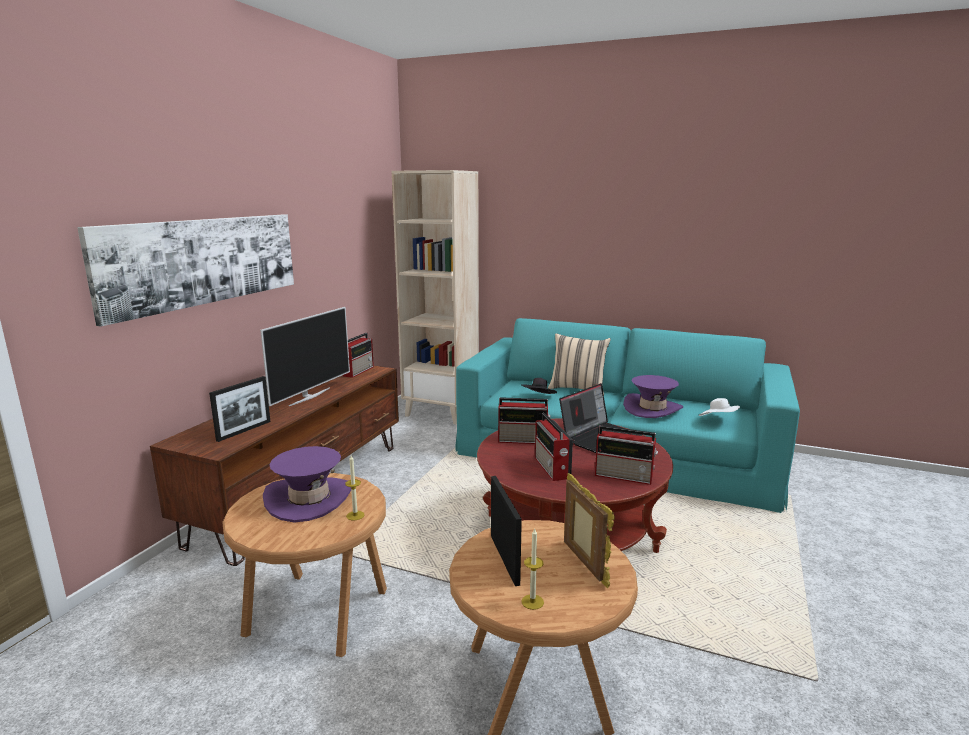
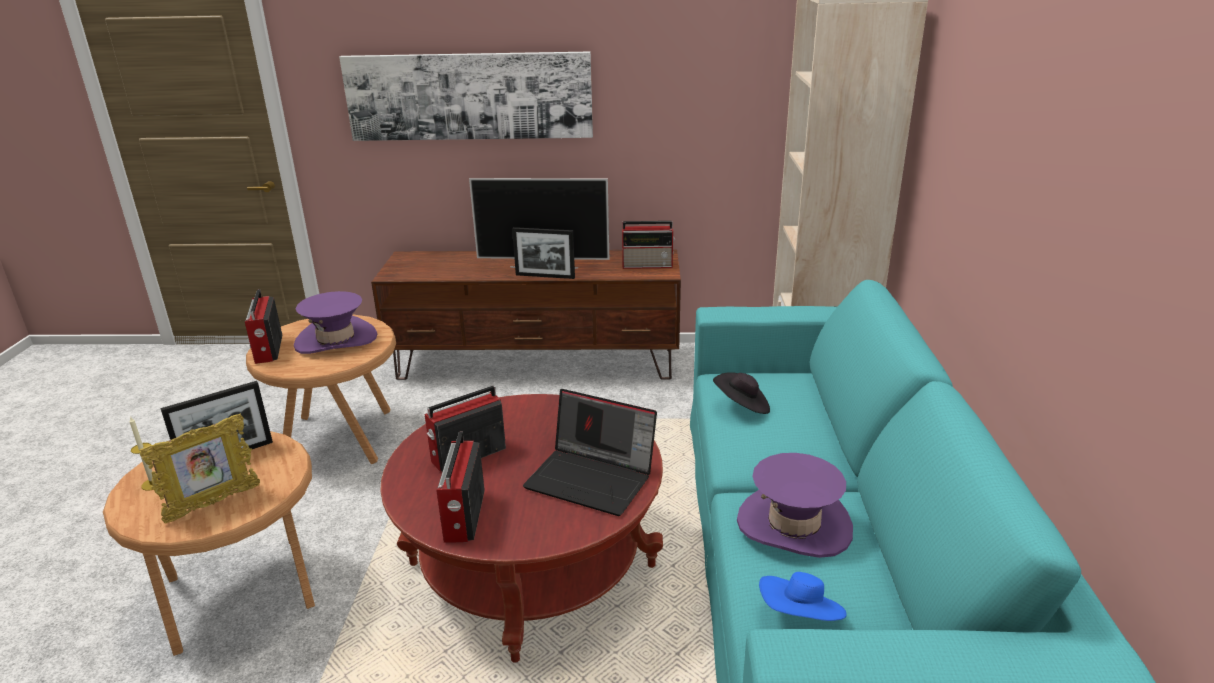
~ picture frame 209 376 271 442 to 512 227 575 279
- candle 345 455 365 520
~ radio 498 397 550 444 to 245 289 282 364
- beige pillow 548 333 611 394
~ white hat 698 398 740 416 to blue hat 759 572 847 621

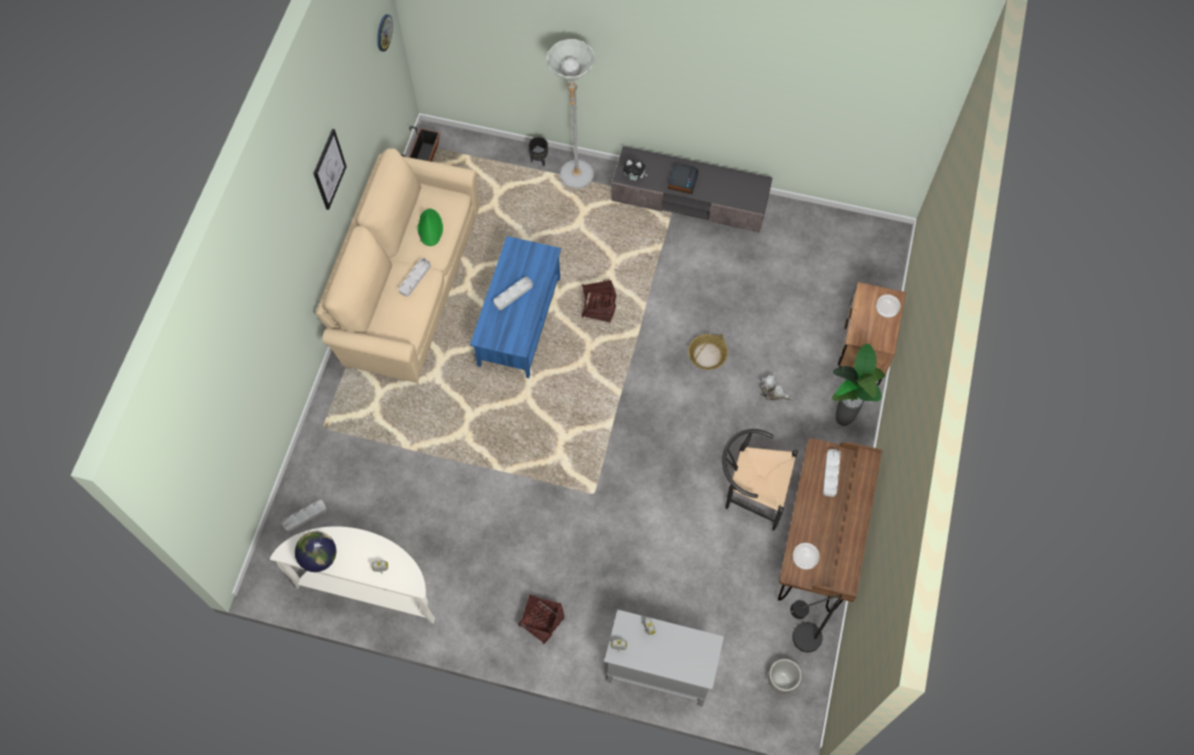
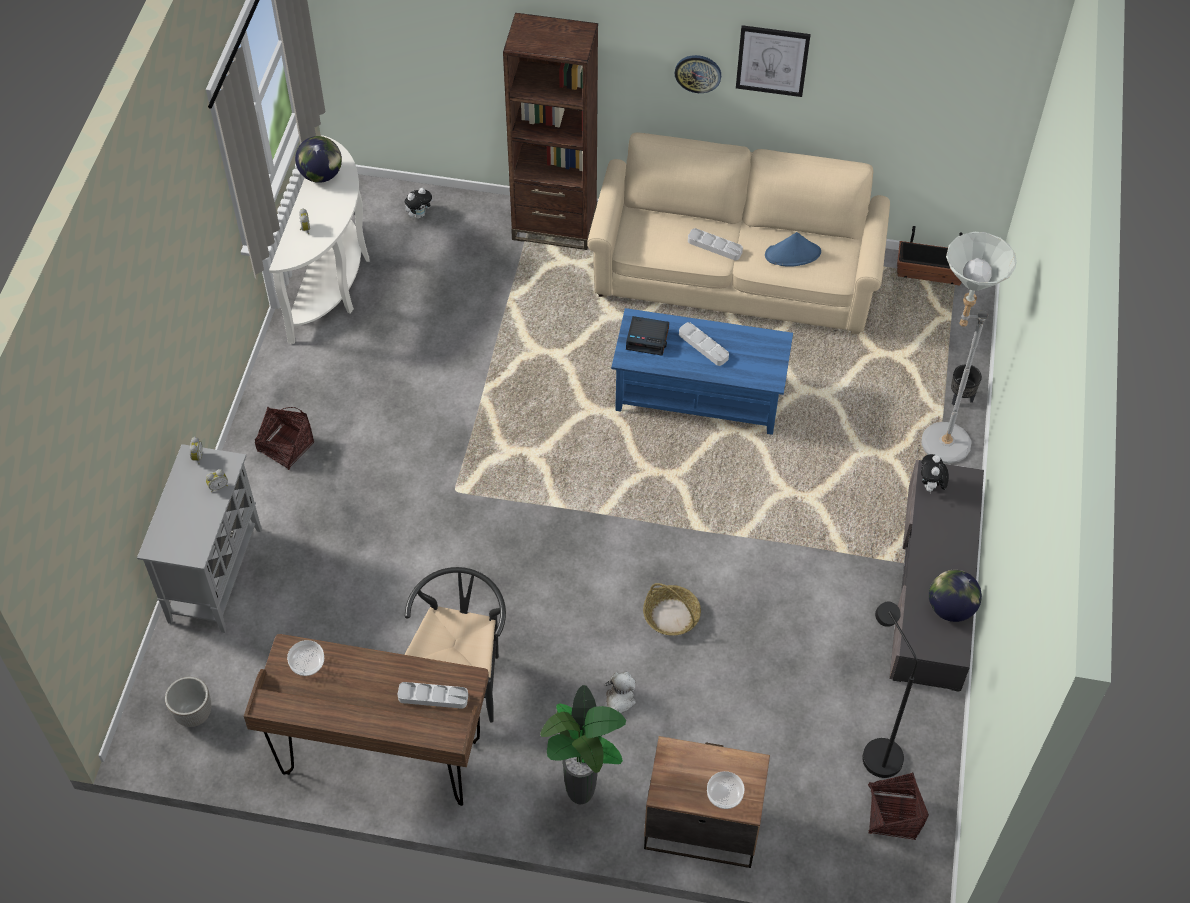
~ grey tray 282 500 327 532 to plush toy 405 188 434 219
~ wall clock 377 14 393 52 to 675 55 721 93
~ green hat 417 209 443 246 to blue hat 765 232 821 267
~ basket 581 279 617 322 to 868 772 929 840
~ alarm clock 668 163 698 194 to 626 316 669 356
~ black floor lamp 790 594 842 652 to 862 602 918 778
+ brown bookcase 503 13 598 250
+ globe 929 570 982 622

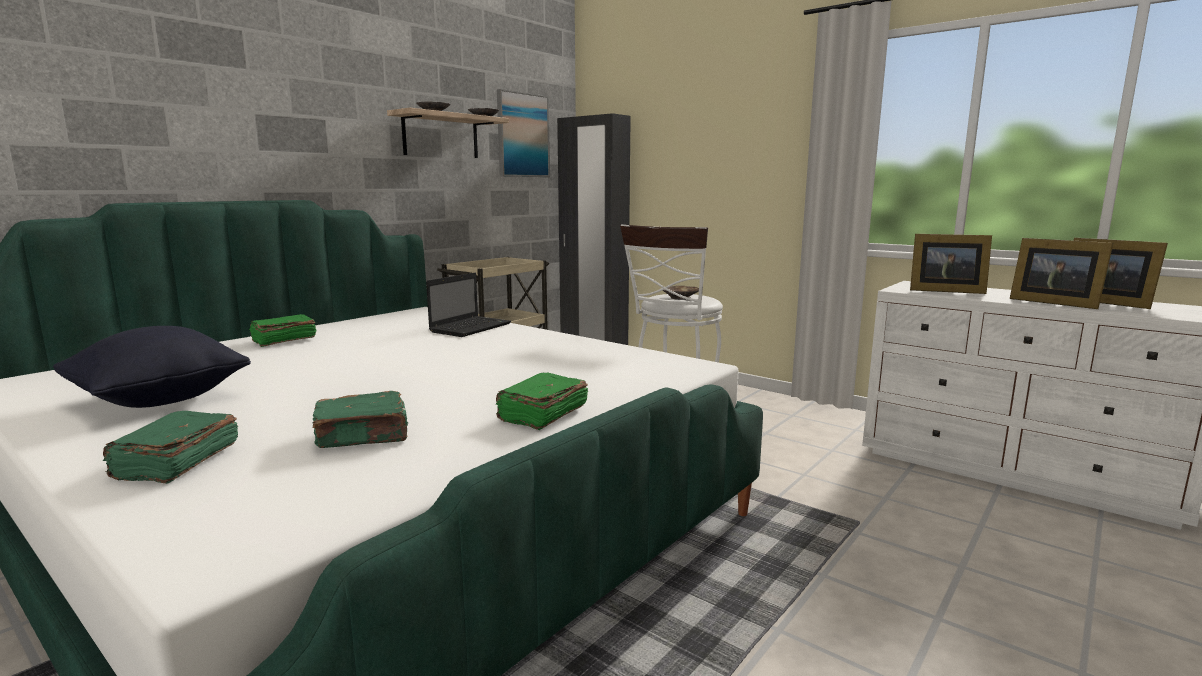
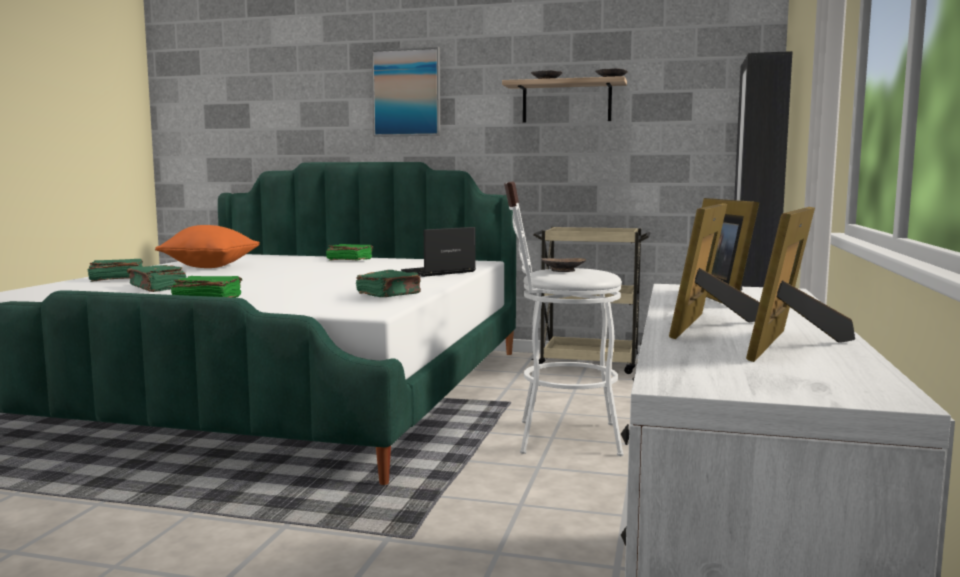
~ black pillow 53 326 251 408 to orange pillow 155 225 260 268
~ laptop 426 273 511 337 = 401 227 476 277 135 degrees clockwise
~ picture 497 89 550 177 to 372 47 440 137
+ green book 356 270 421 297

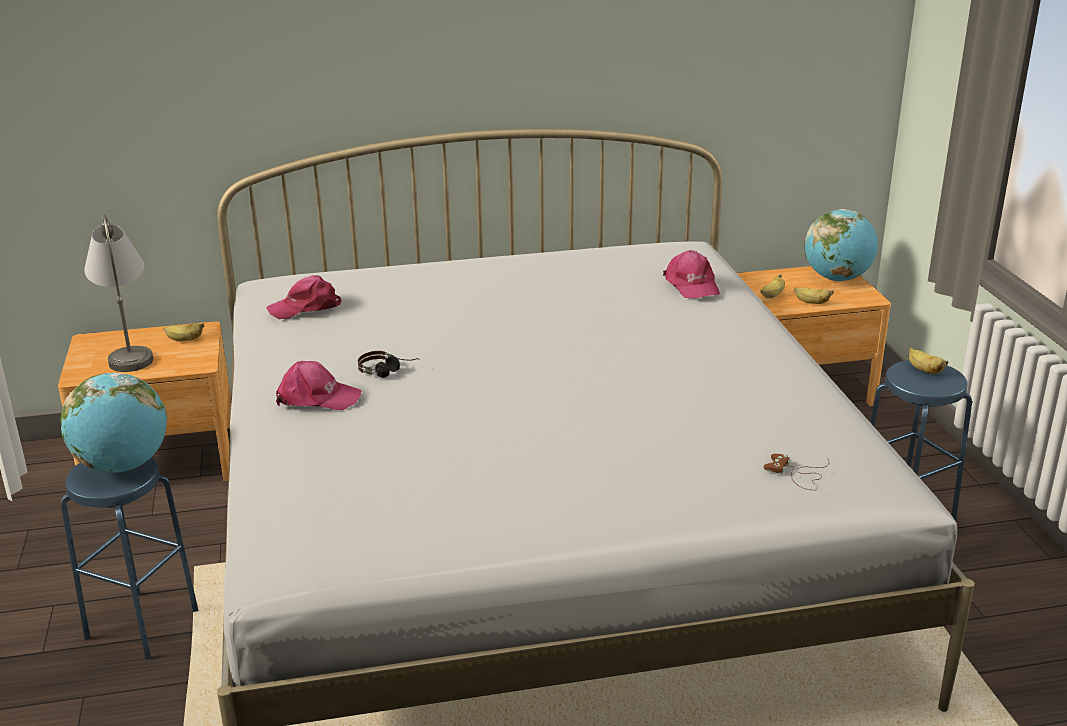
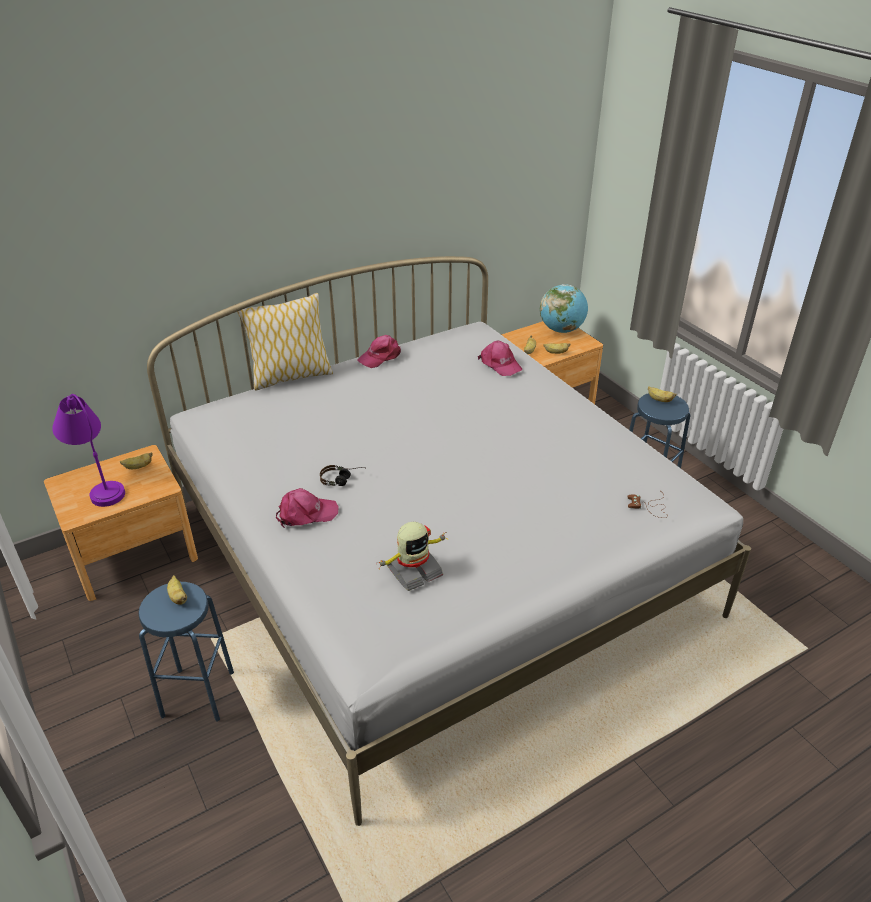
~ globe 61 372 167 473 to banana 167 575 187 605
~ grey table lamp 84 215 153 372 to purple table lamp 52 394 125 507
~ pink cap 266 275 341 319 to 357 335 401 368
+ pillow 237 293 333 390
+ toy robot 376 522 447 591

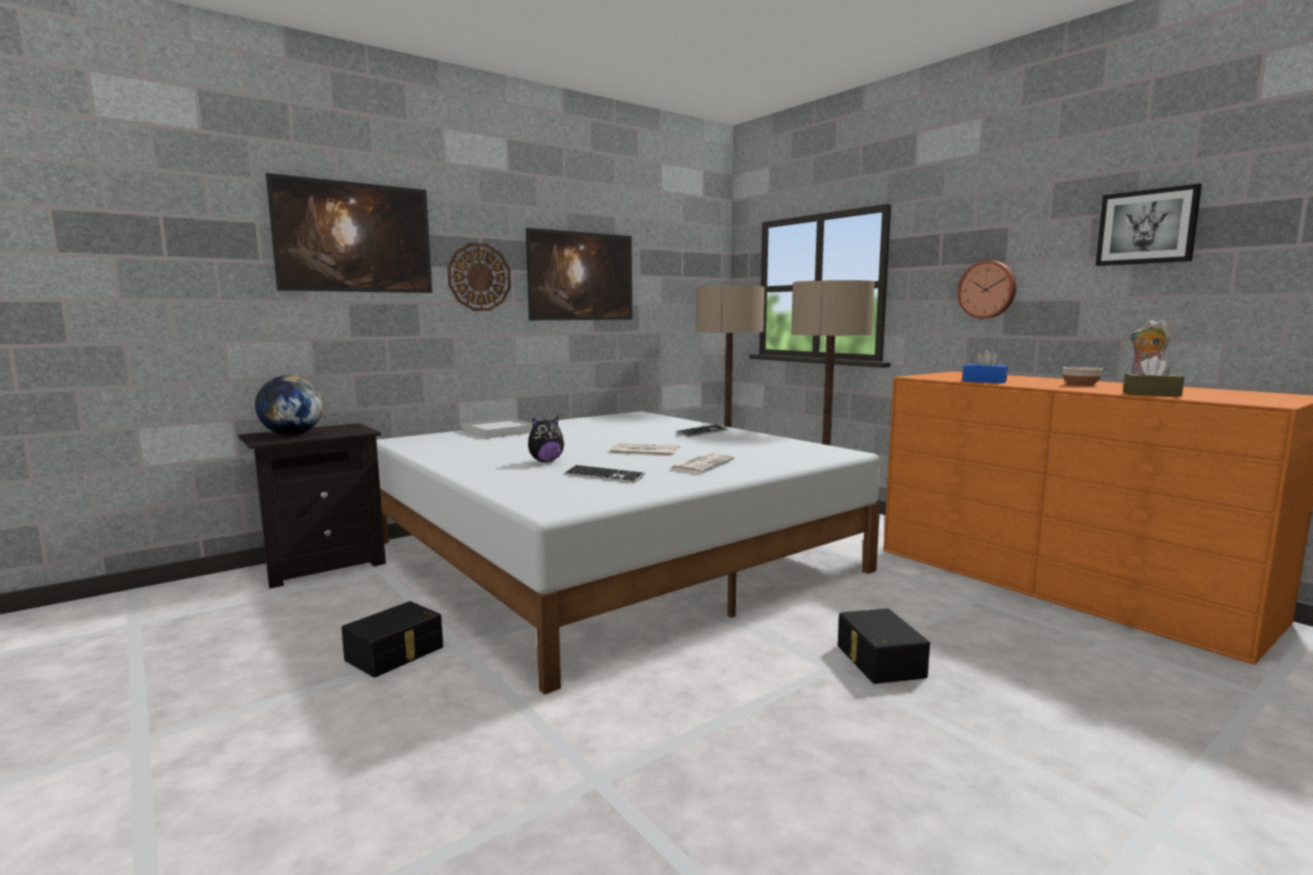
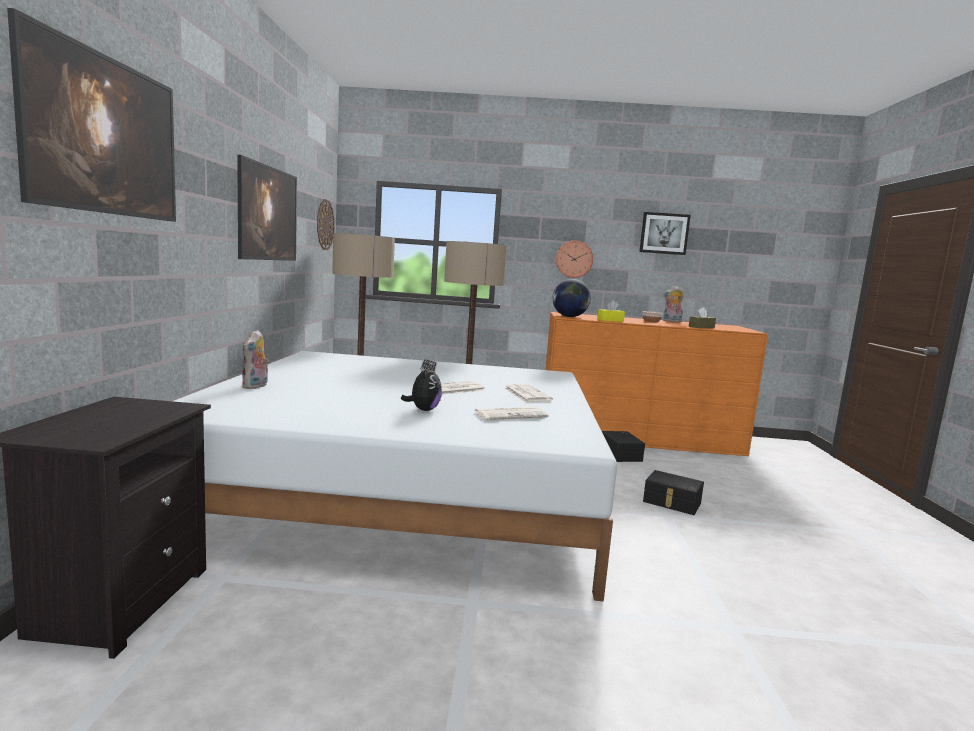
~ globe 255 375 323 435 to 552 279 591 317
~ black storage box 341 601 443 678 to 602 431 645 462
~ wall clock 447 243 511 311 to 317 199 335 250
~ white tray 462 418 533 439 to plush toy 242 330 269 389
~ keyboard 564 465 645 483 to newspaper 474 407 549 420
~ blue tissue box 963 349 1008 383 to yellow tissue box 597 301 625 322

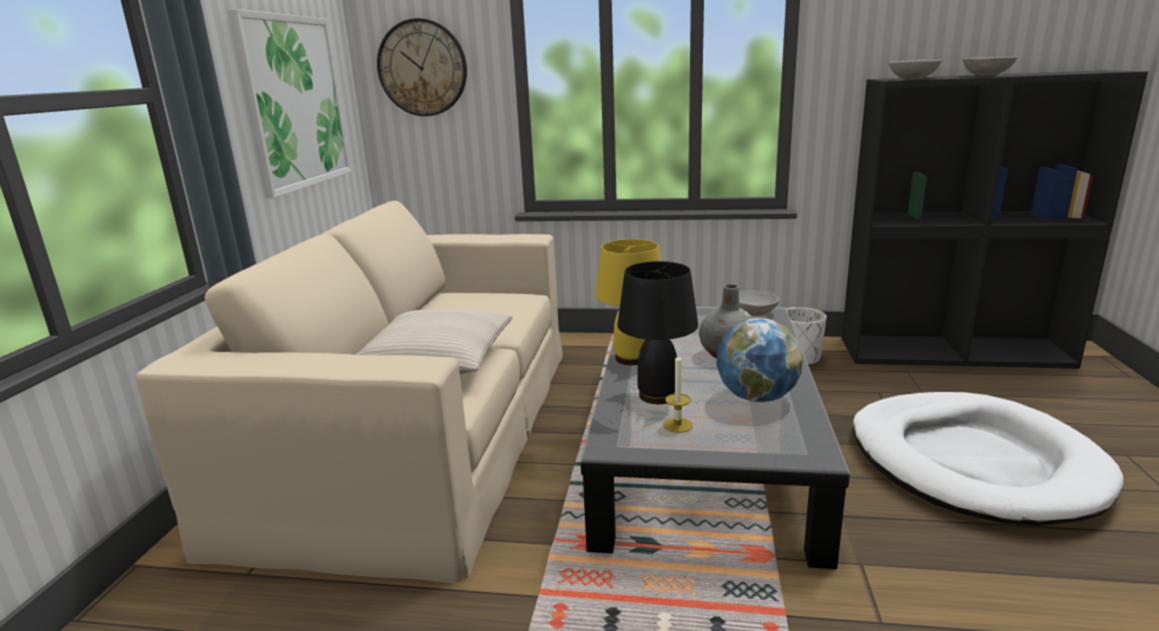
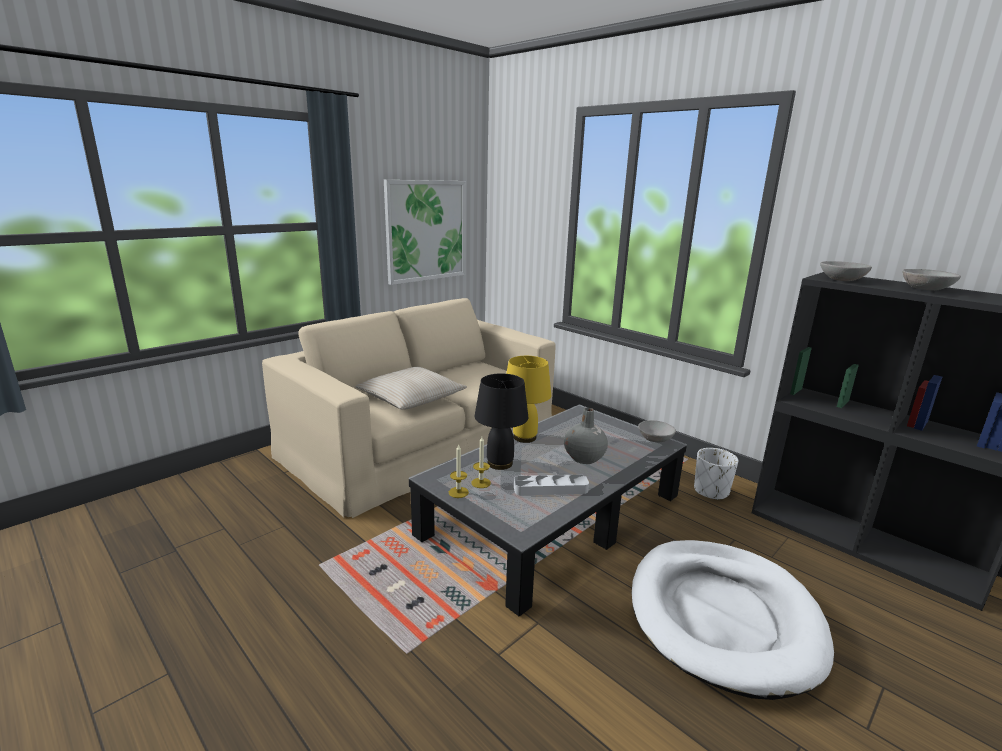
- wall clock 377 18 467 116
~ globe 717 318 803 402 to grey tray 514 475 589 495
+ candle 449 445 469 498

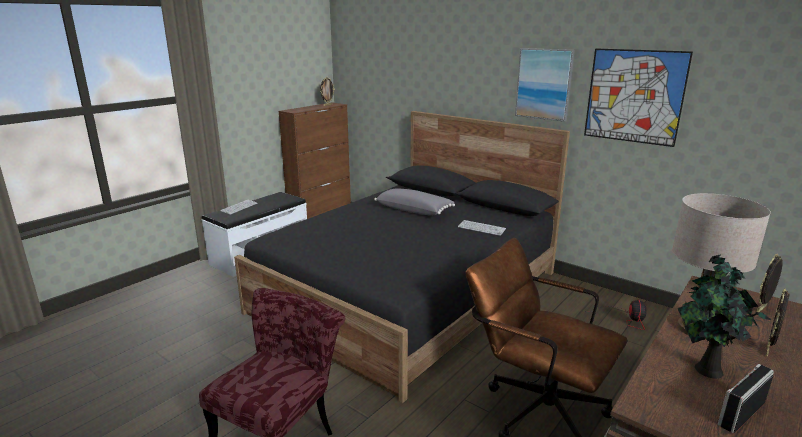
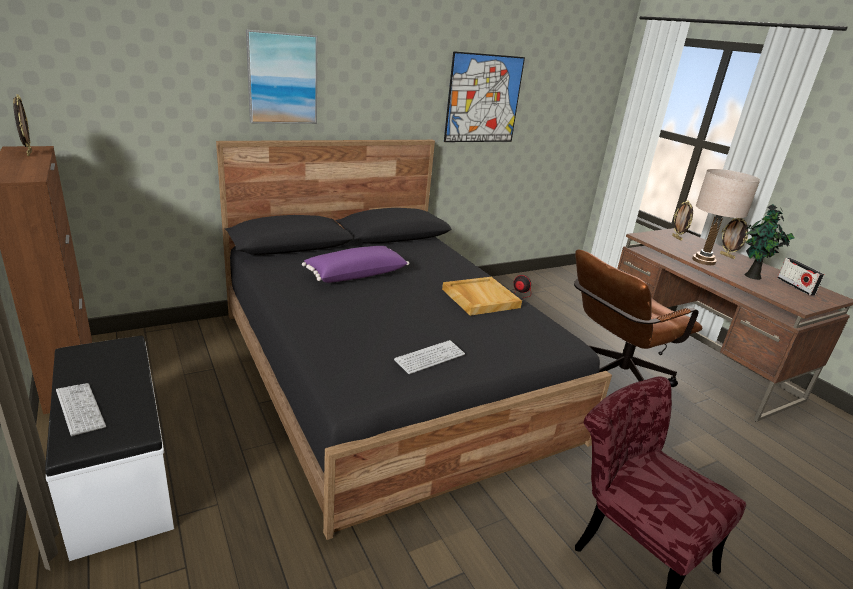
~ grey pillow 374 189 455 216 to purple pillow 302 246 409 283
~ keyboard 458 220 506 236 to 394 340 465 374
~ picture 515 48 575 122 to 246 30 318 124
+ beige tray 442 277 522 316

